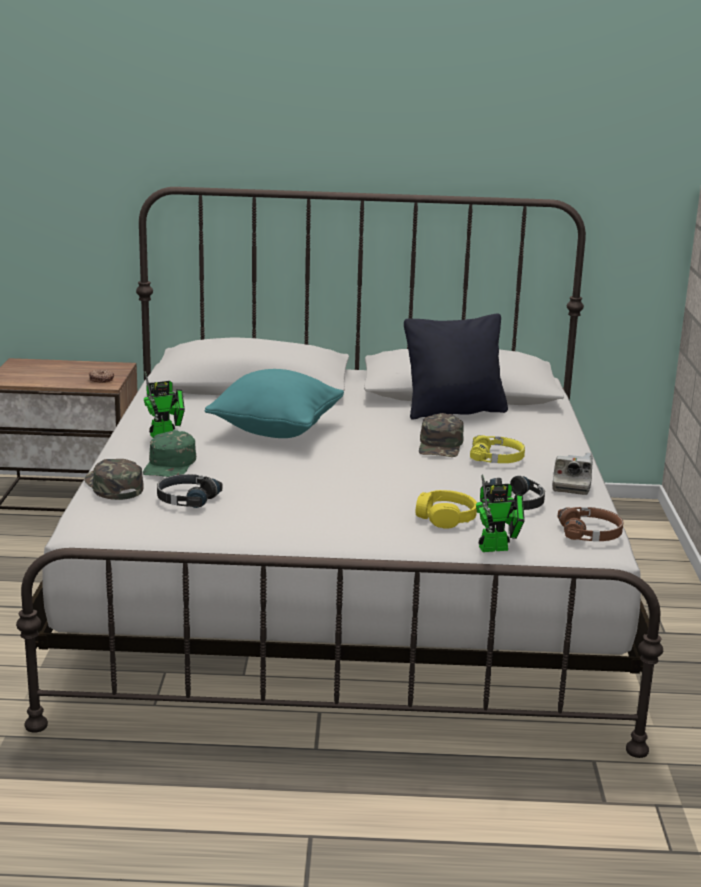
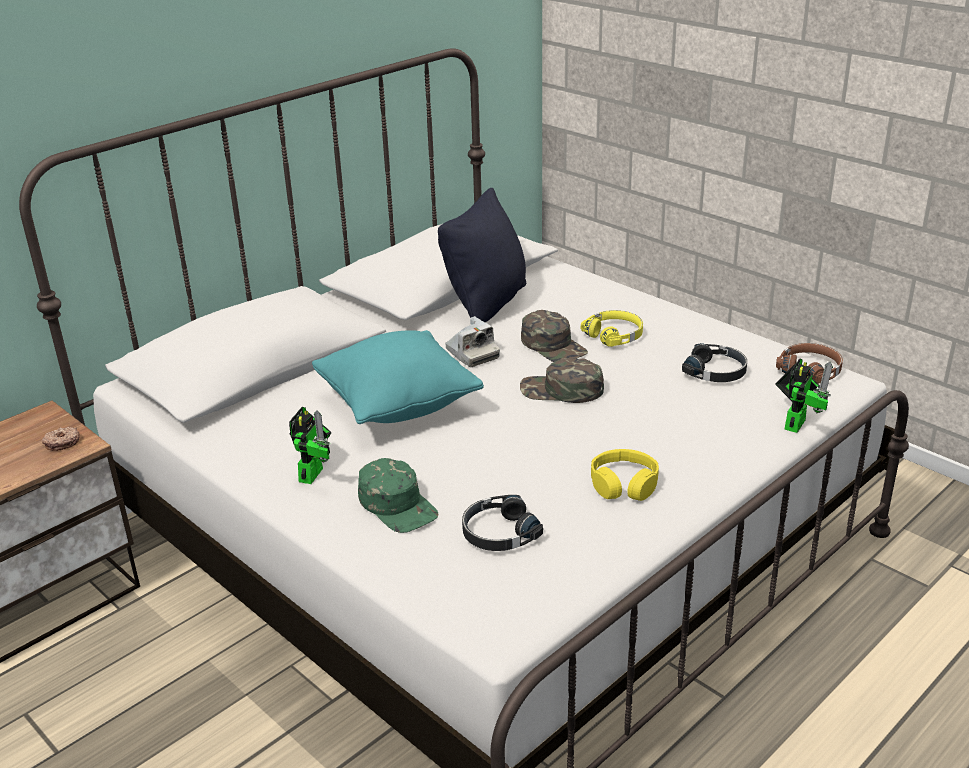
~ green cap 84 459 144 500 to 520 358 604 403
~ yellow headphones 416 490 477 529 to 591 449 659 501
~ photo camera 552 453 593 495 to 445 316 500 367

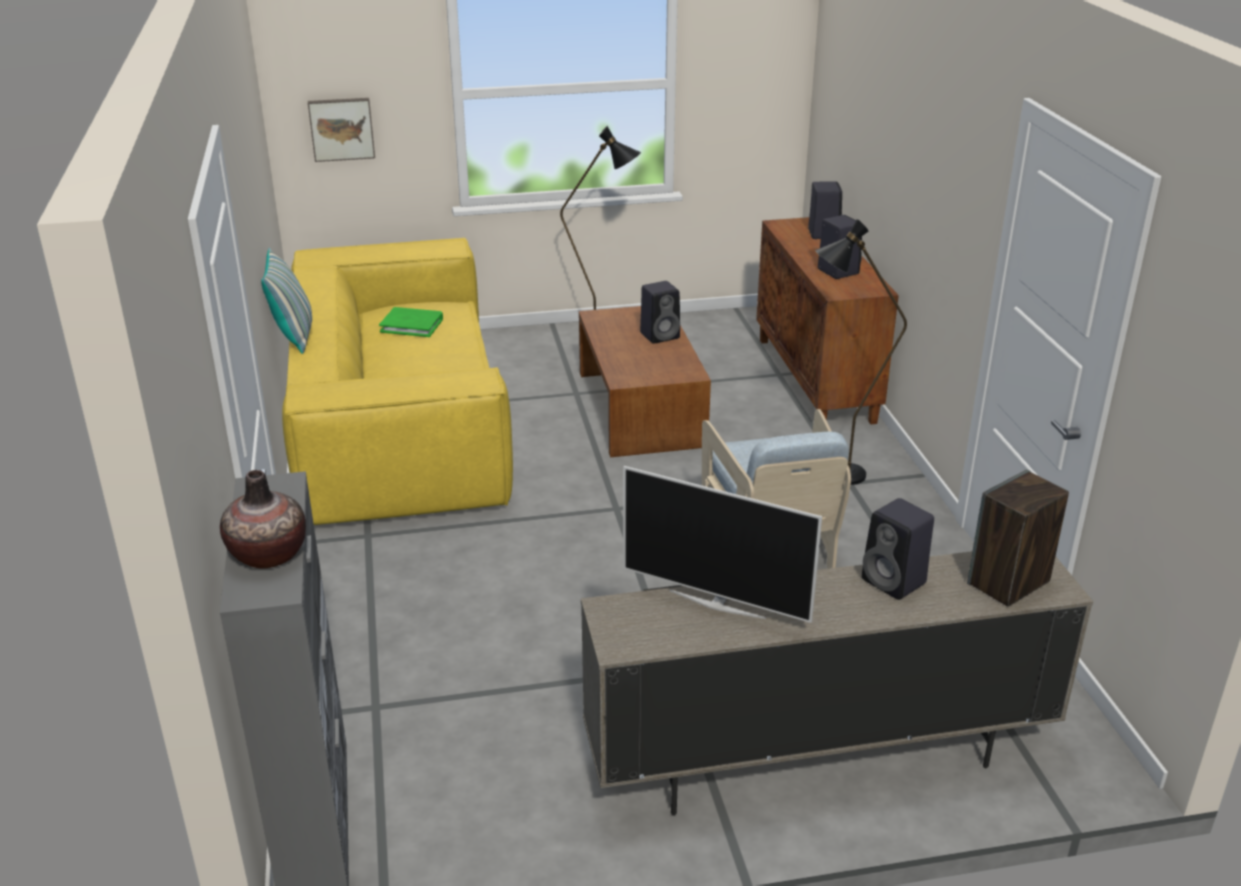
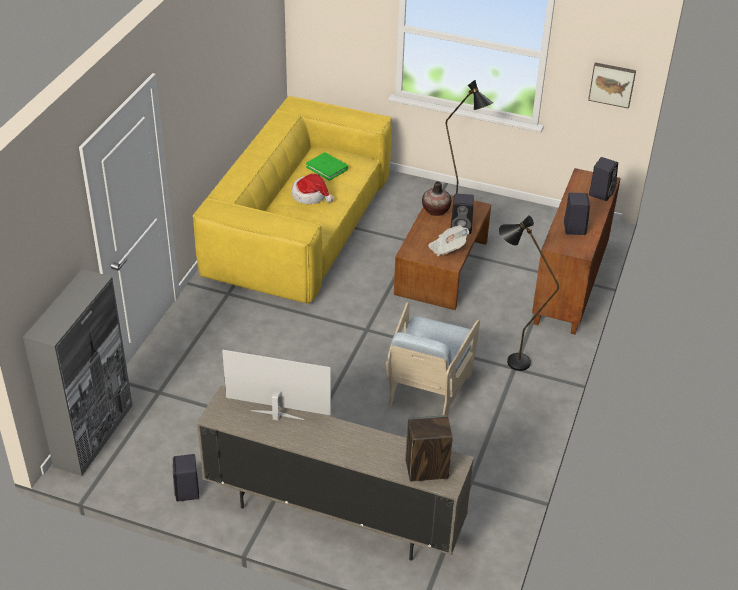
~ vase 220 470 306 569 to 422 181 451 216
- pillow 261 248 312 354
~ picture 308 98 375 162 to 588 62 636 109
~ television 623 466 822 623 = 222 350 331 421 135 degrees clockwise
~ black speaker 862 498 934 600 to 172 454 199 502
+ hat 291 173 333 204
+ newspaper 428 225 469 256

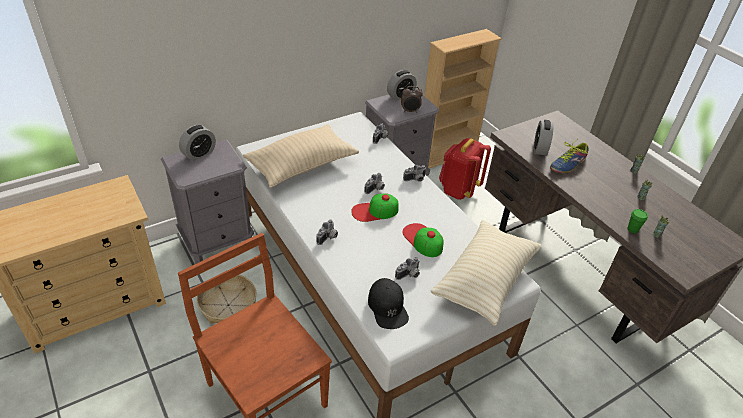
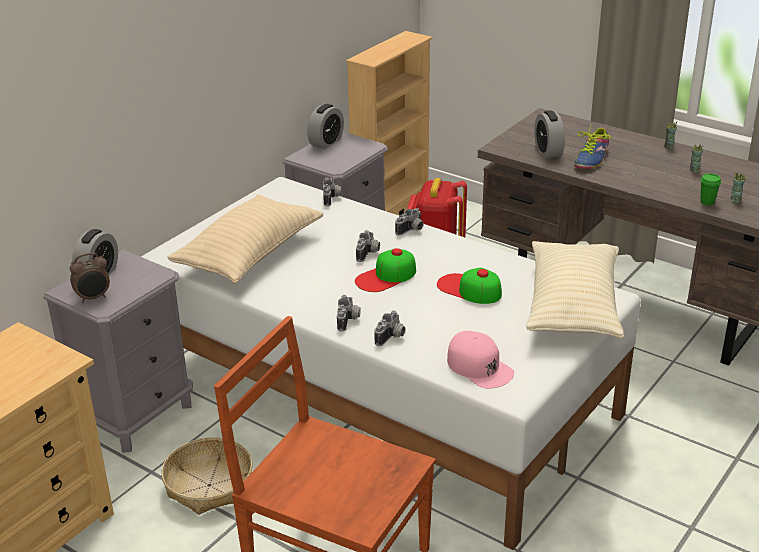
~ black cap 368 278 409 329 to pink cap 447 331 514 389
~ photo camera 395 257 420 280 to 374 310 406 346
~ alarm clock 401 86 423 113 to 70 253 110 303

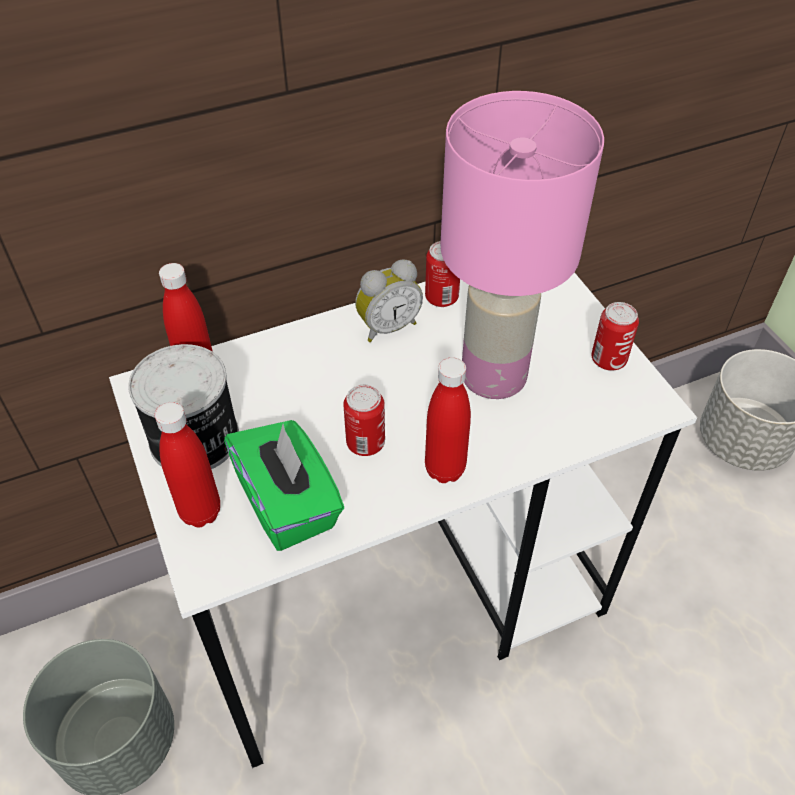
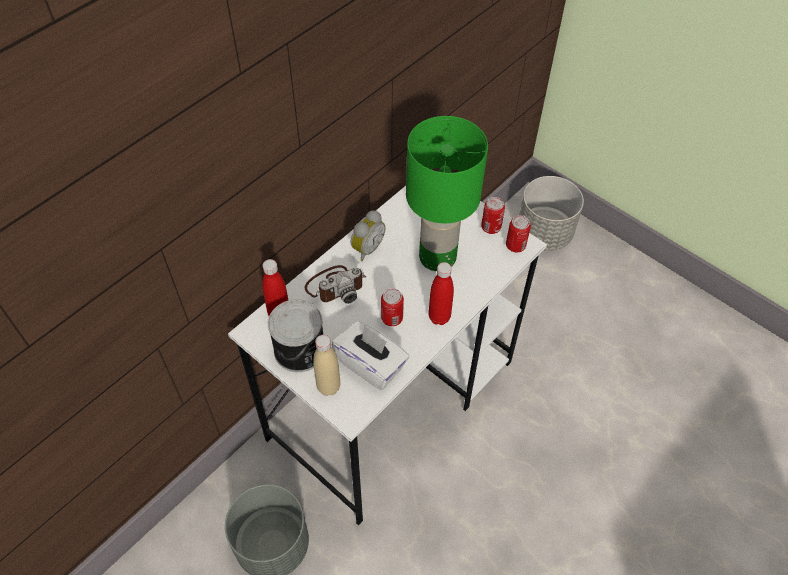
~ red bottle 155 402 220 527 to beige bottle 313 335 340 396
~ green tissue box 224 420 344 551 to white tissue box 332 321 409 390
~ can 425 241 460 307 to 506 215 531 252
~ pink table lamp 441 91 604 399 to green table lamp 406 116 488 271
+ photo camera 305 265 366 304

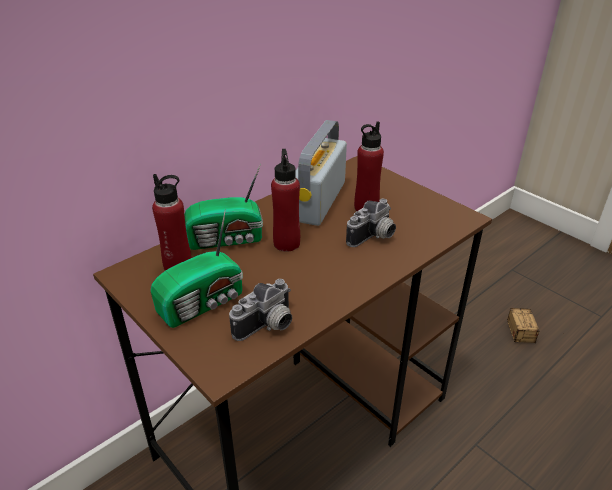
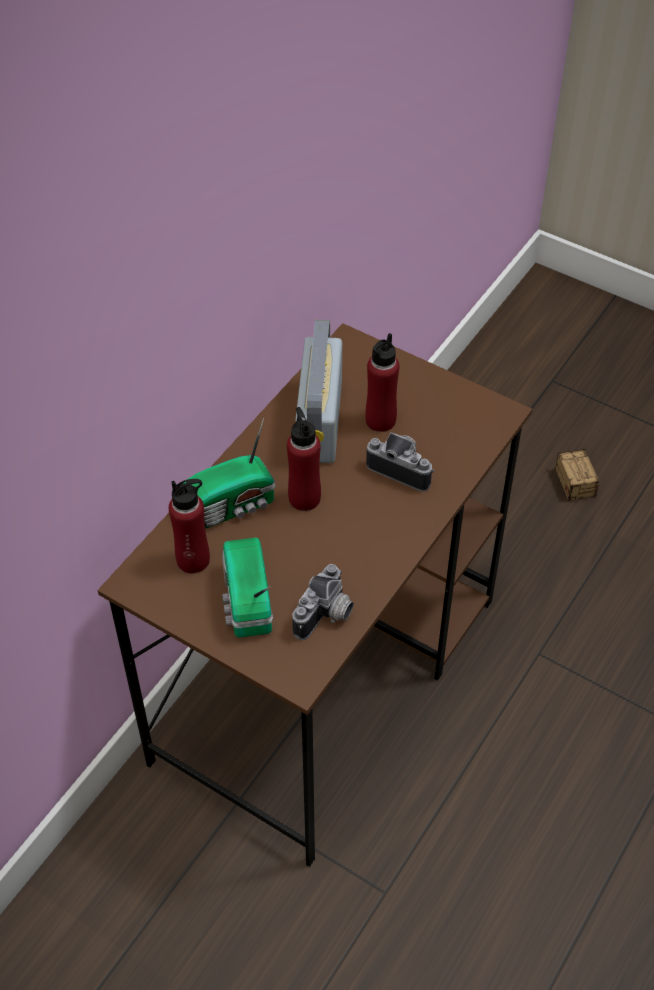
~ radio 151 209 243 328 = 222 538 273 638 135 degrees clockwise
~ photo camera 346 199 396 247 = 366 432 435 492 90 degrees counterclockwise

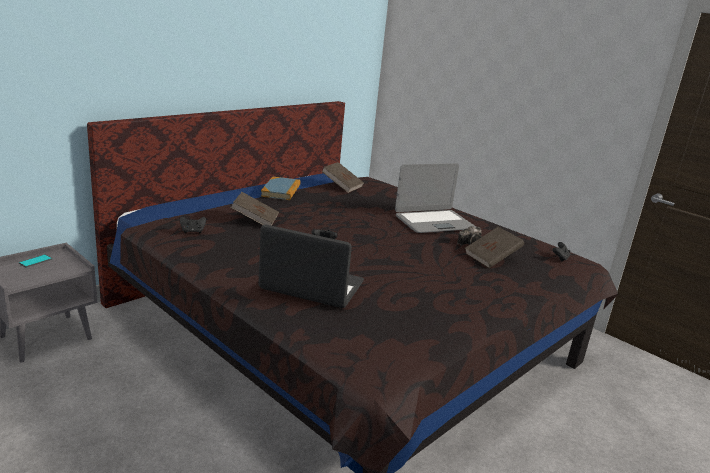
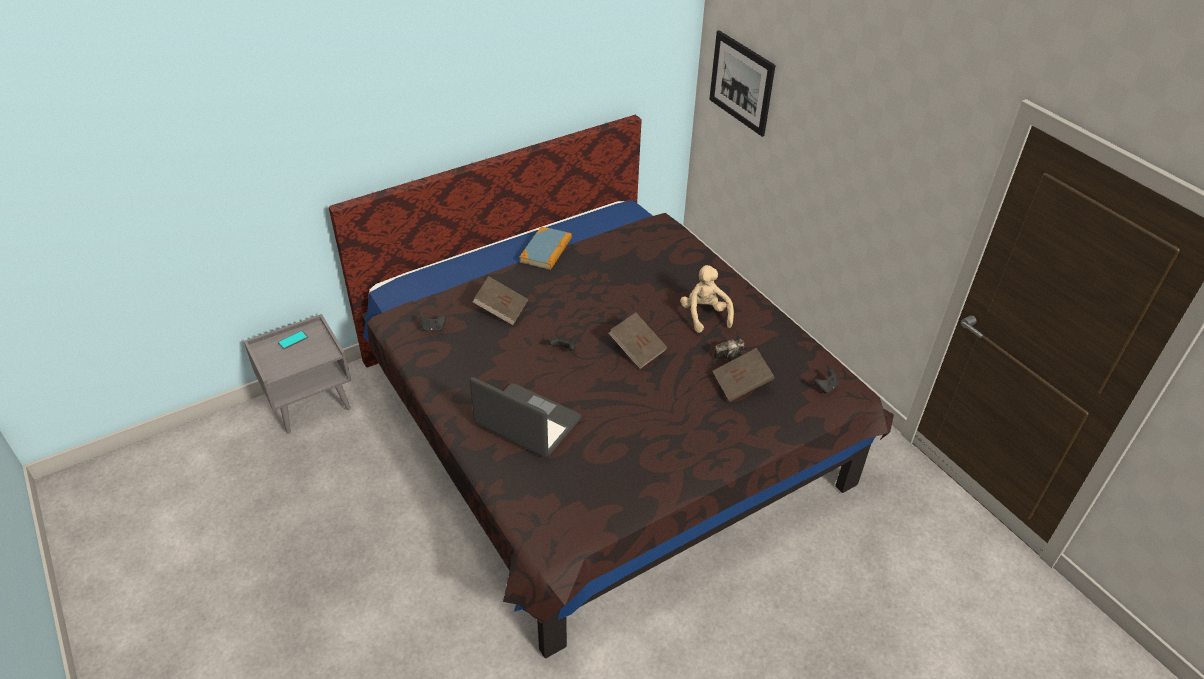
~ brown book 321 162 364 193 to 608 313 668 369
~ laptop 395 163 476 233 to beige plush toy 680 265 734 333
+ picture 709 30 775 137

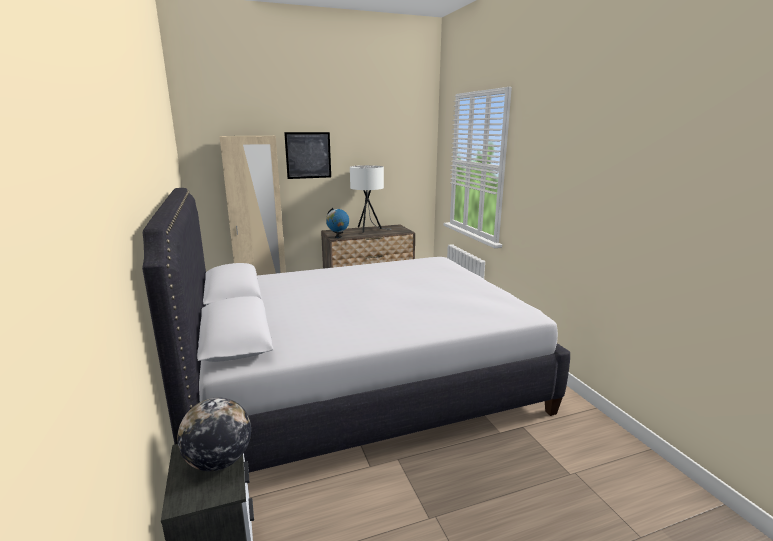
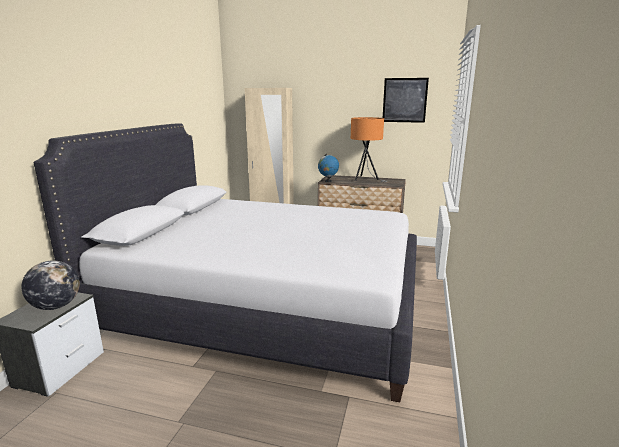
~ picture 284 132 331 179 to 383 78 429 123
~ white table lamp 350 165 392 232 to orange table lamp 351 117 387 182

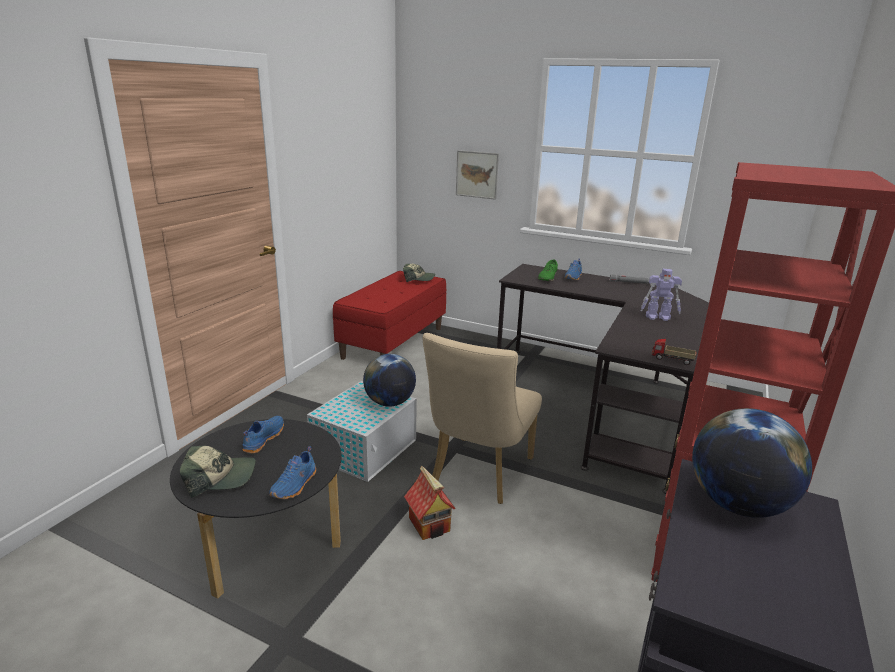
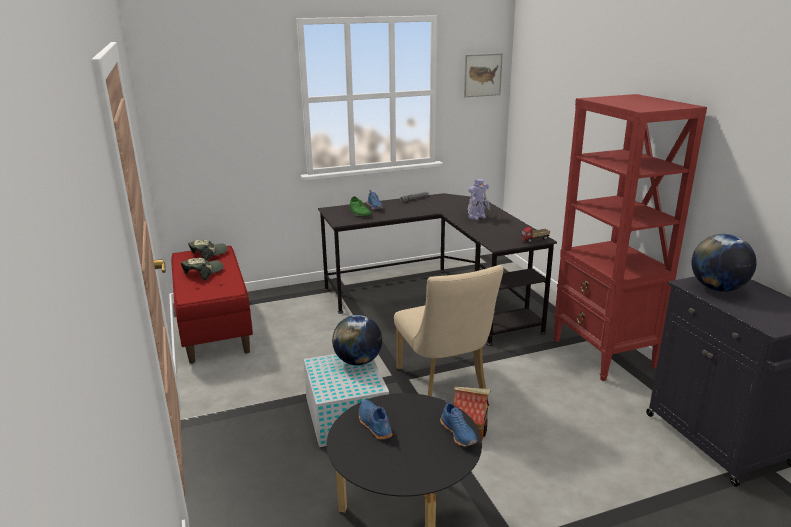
~ cap 180 446 256 498 to 181 258 224 280
~ picture 456 150 499 200 to 464 53 503 97

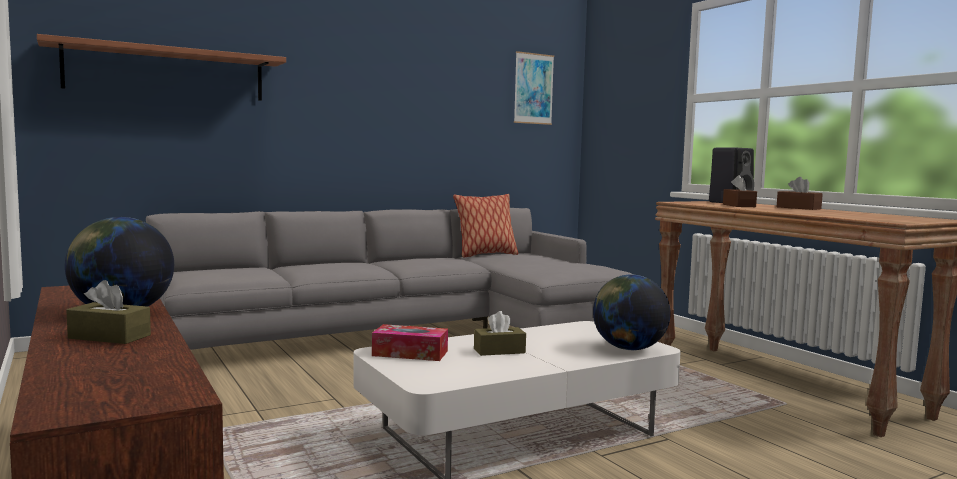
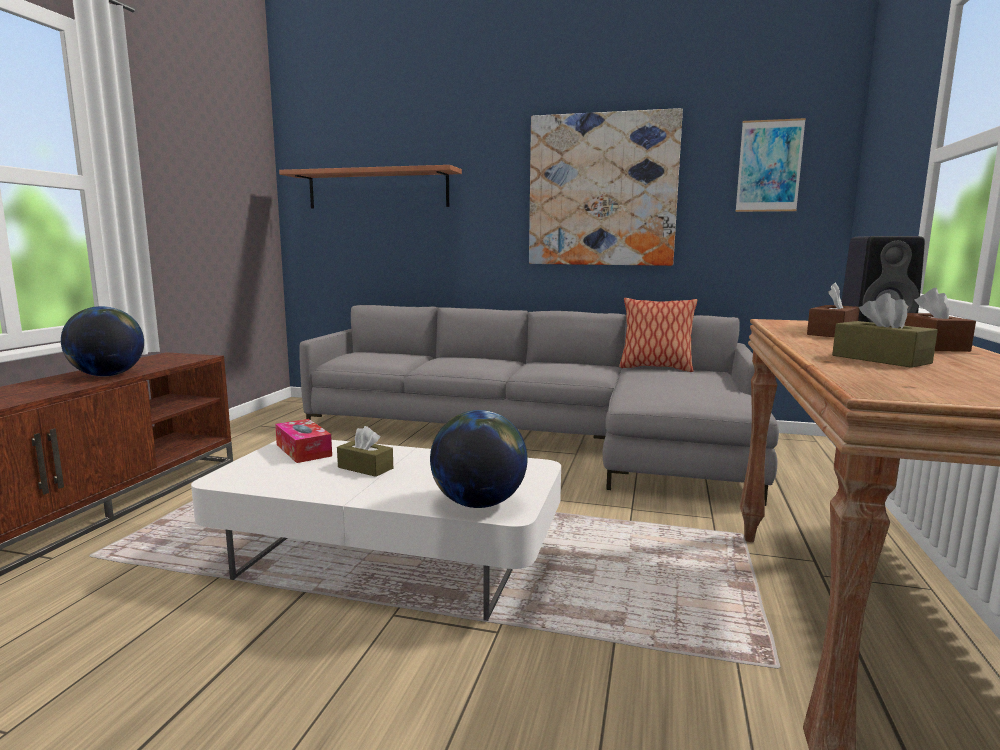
~ brown tissue box 66 280 151 344 to 832 293 938 368
+ picture 529 108 683 266

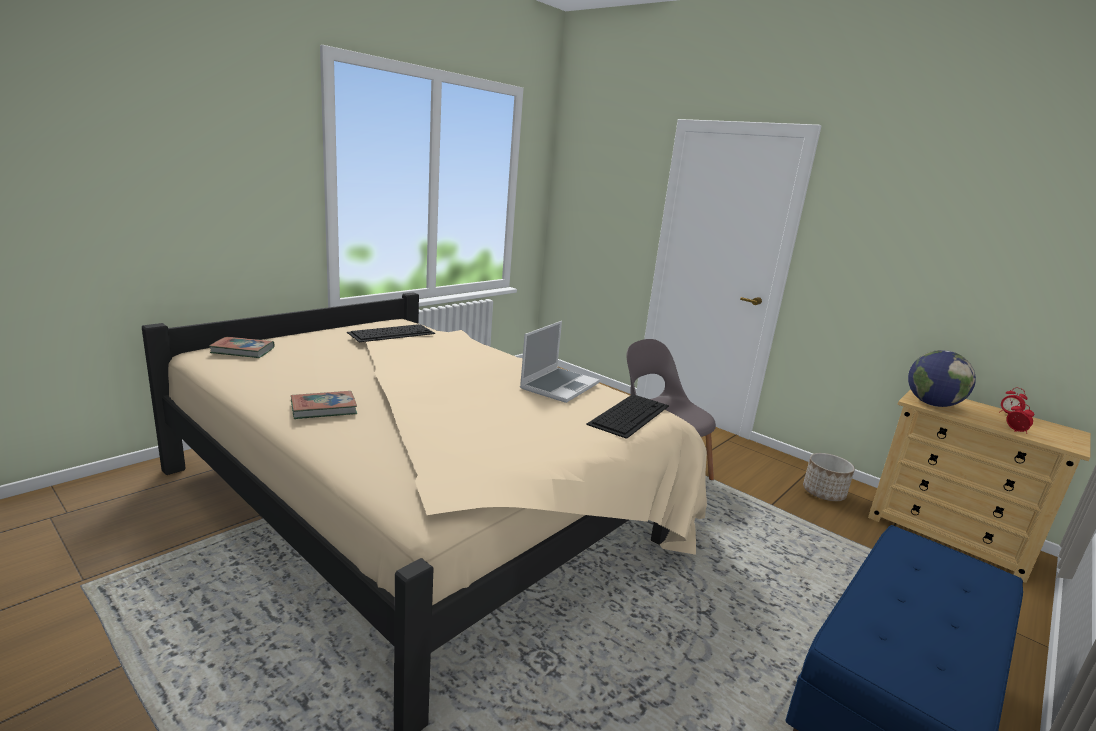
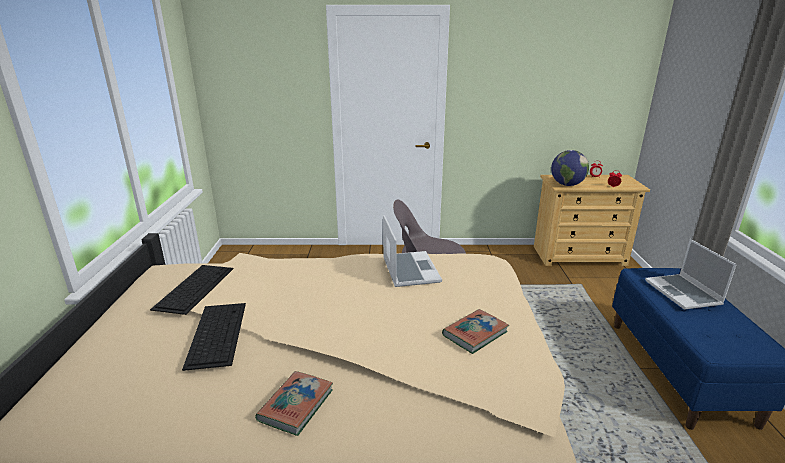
~ book 209 337 275 358 to 442 309 509 354
~ keyboard 586 394 669 439 to 182 303 246 371
- planter 803 453 855 501
+ laptop 645 239 737 310

